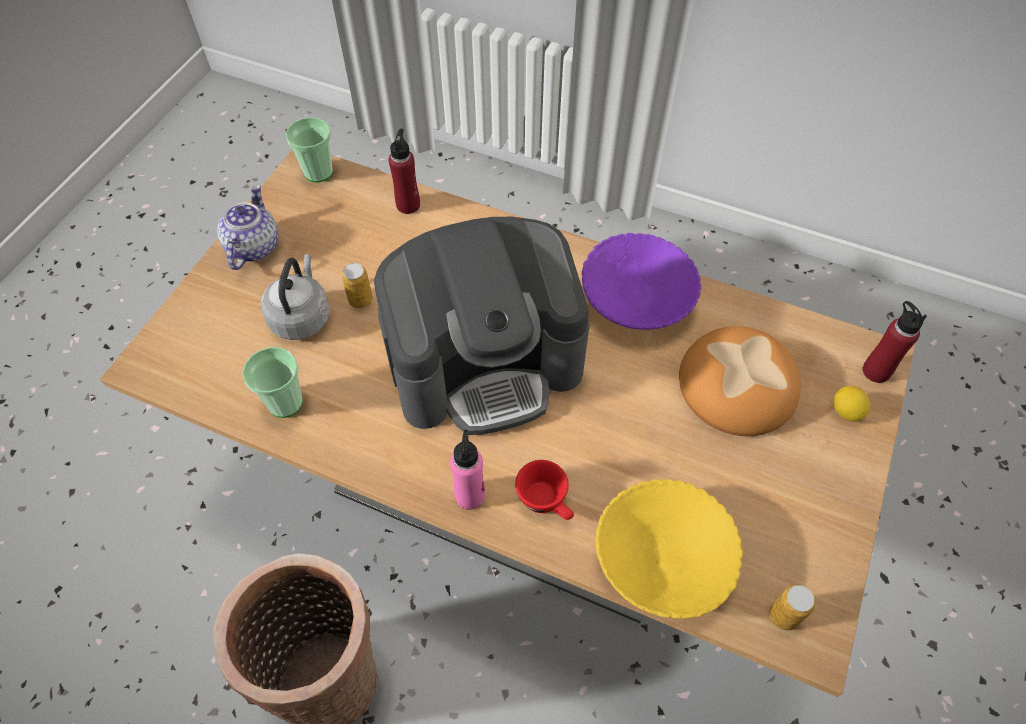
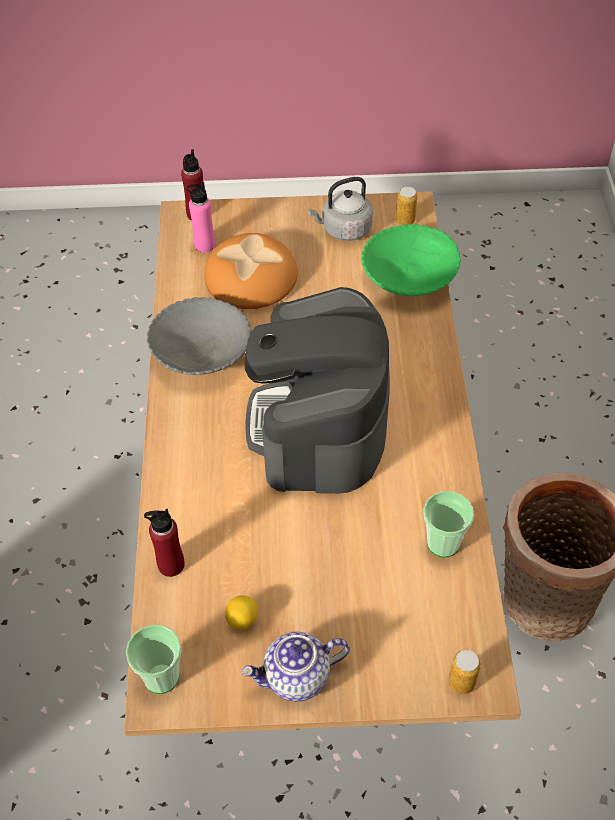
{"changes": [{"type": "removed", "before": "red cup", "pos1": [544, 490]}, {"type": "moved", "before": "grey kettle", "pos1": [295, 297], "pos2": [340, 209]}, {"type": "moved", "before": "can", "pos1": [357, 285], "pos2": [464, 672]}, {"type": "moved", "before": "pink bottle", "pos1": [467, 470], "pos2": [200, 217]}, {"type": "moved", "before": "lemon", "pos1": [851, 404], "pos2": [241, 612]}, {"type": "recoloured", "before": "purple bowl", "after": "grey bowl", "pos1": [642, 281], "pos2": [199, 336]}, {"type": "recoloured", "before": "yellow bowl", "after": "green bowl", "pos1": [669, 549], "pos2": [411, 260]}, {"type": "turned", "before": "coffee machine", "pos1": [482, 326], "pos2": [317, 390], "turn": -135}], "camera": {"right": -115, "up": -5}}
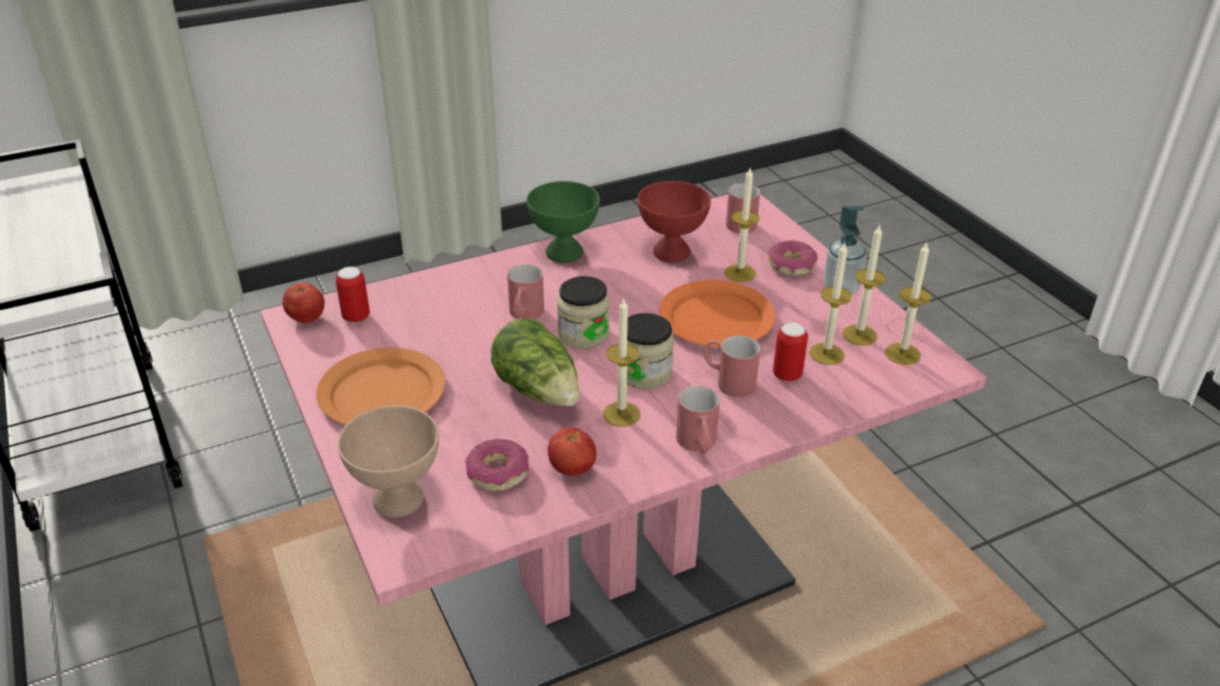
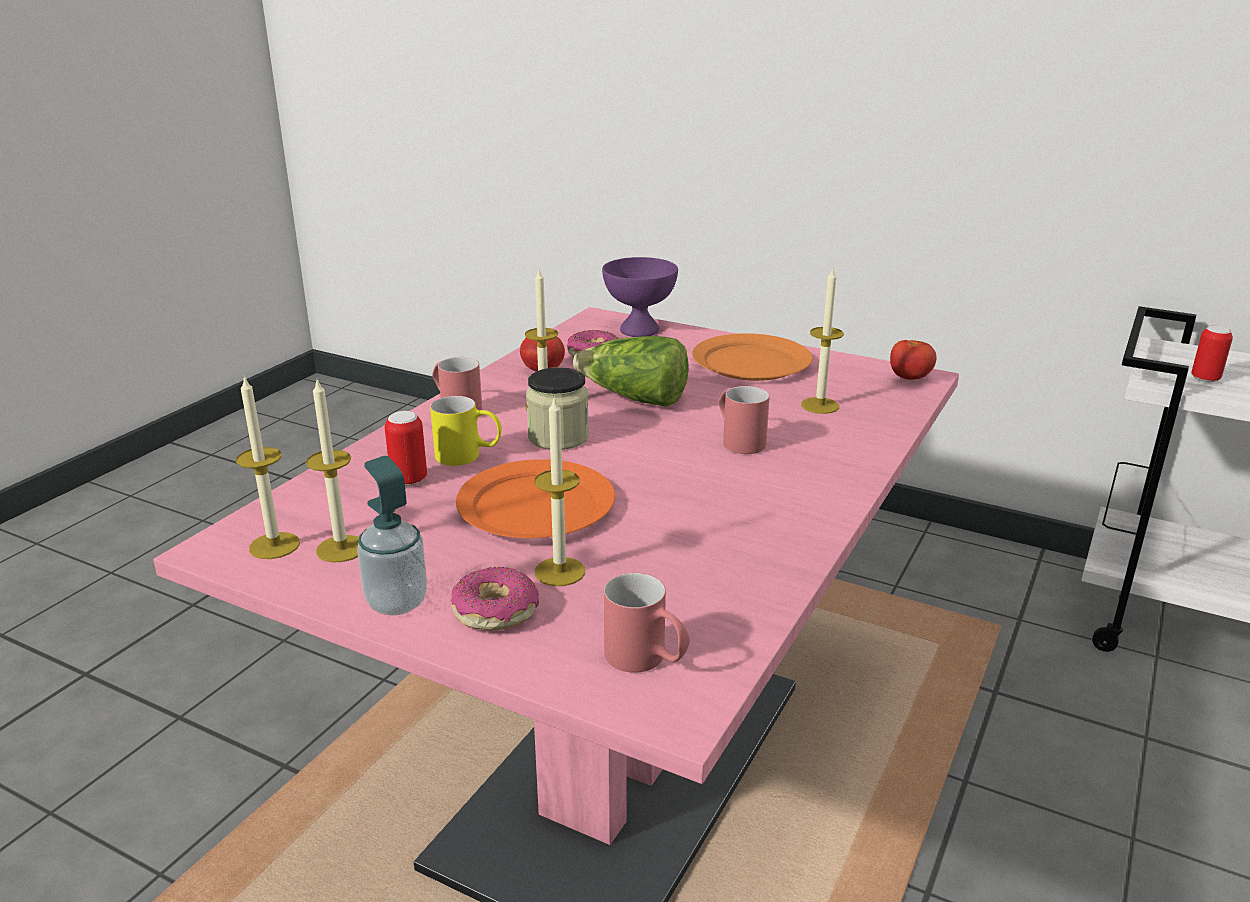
{"changes": [{"type": "removed", "before": "green bowl", "pos1": [563, 222]}, {"type": "removed", "before": "jar", "pos1": [583, 312]}, {"type": "removed", "before": "red bowl", "pos1": [674, 221]}, {"type": "moved", "before": "can", "pos1": [353, 295], "pos2": [1212, 354]}, {"type": "moved", "before": "candle", "pos1": [830, 303], "pos2": [822, 341]}, {"type": "recoloured", "before": "beige bowl", "after": "purple bowl", "pos1": [388, 462], "pos2": [640, 297]}, {"type": "recoloured", "before": "red mug", "after": "yellow mug", "pos1": [731, 366], "pos2": [466, 431]}], "camera": {"right": 145, "up": -10}}
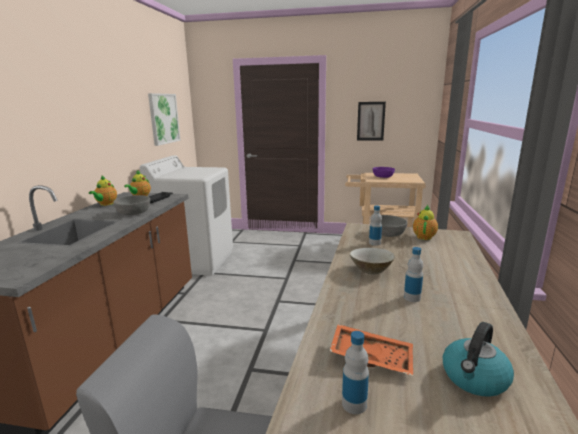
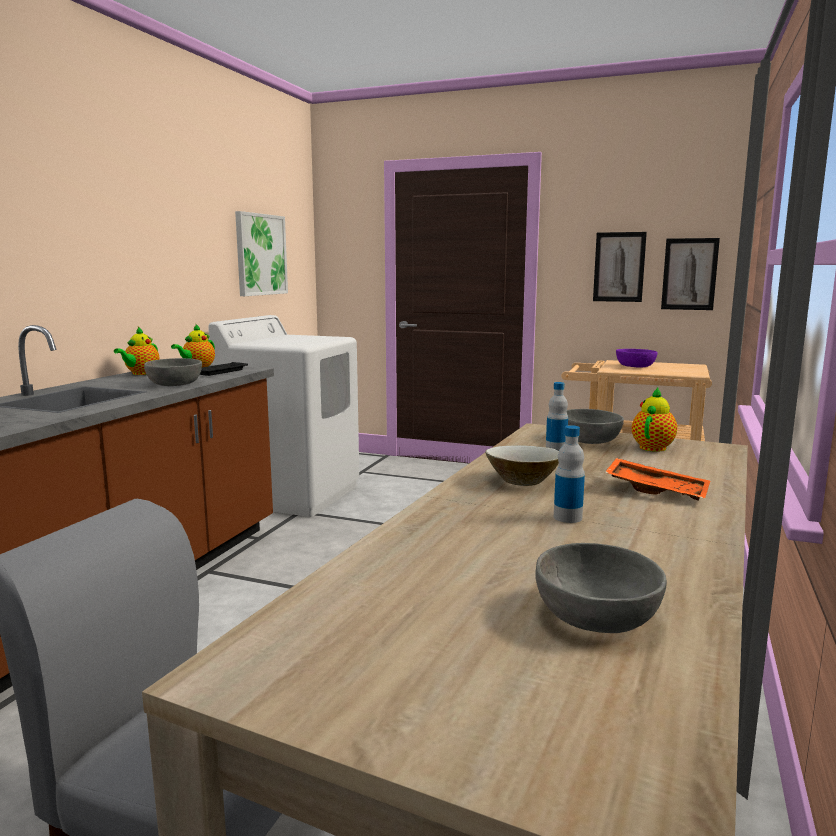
{"changes": [{"type": "removed", "before": "bottle", "pos1": [355, 372]}, {"type": "added", "after": "picture", "pos2": [690, 274]}, {"type": "moved", "before": "orange tray", "pos1": [371, 350], "pos2": [657, 479]}, {"type": "replaced", "before": "kettle", "after": "grey bowl", "pos1": [478, 359], "pos2": [601, 588]}], "camera": {"right": 10, "up": -5}}
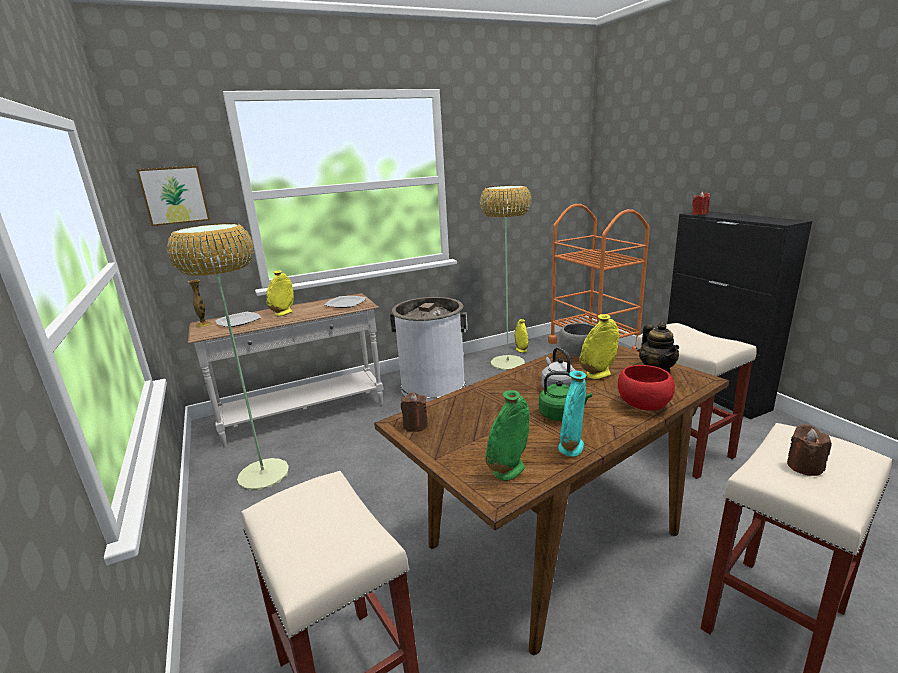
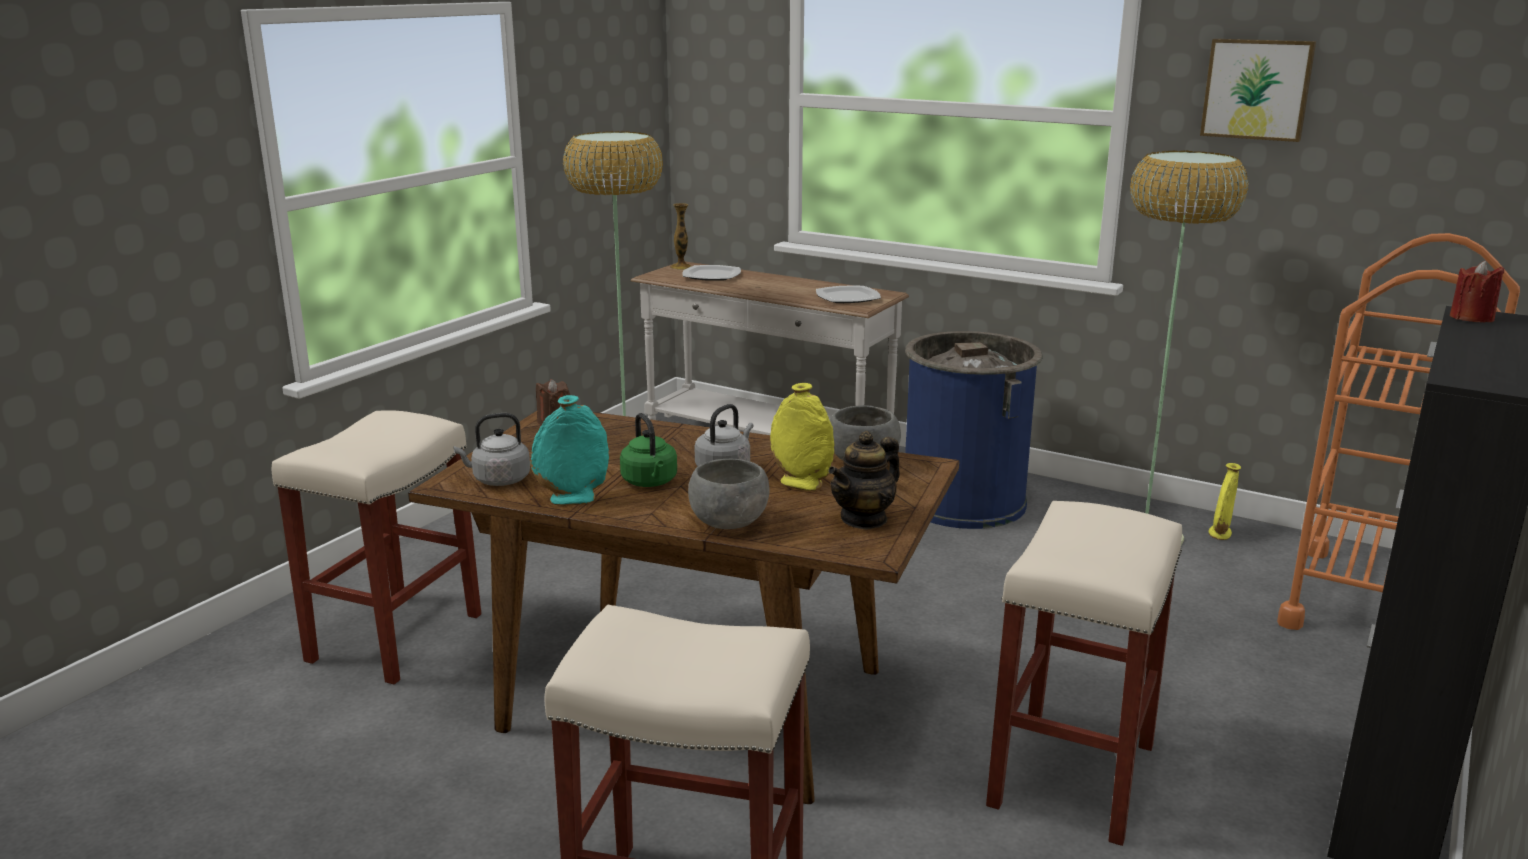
{"changes": [{"type": "removed", "before": "yellow vase", "pos1": [280, 293]}, {"type": "removed", "before": "brown candle", "pos1": [809, 450]}, {"type": "moved", "before": "picture", "pos1": [173, 196], "pos2": [1258, 90]}, {"type": "replaced", "before": "green vase", "after": "grey kettle", "pos1": [507, 435], "pos2": [491, 449]}, {"type": "recoloured", "before": "white trash can", "after": "blue trash can", "pos1": [428, 349], "pos2": [974, 430]}, {"type": "recoloured", "before": "red bowl", "after": "grey bowl", "pos1": [646, 388], "pos2": [729, 494]}], "camera": {"right": 55, "up": 0}}
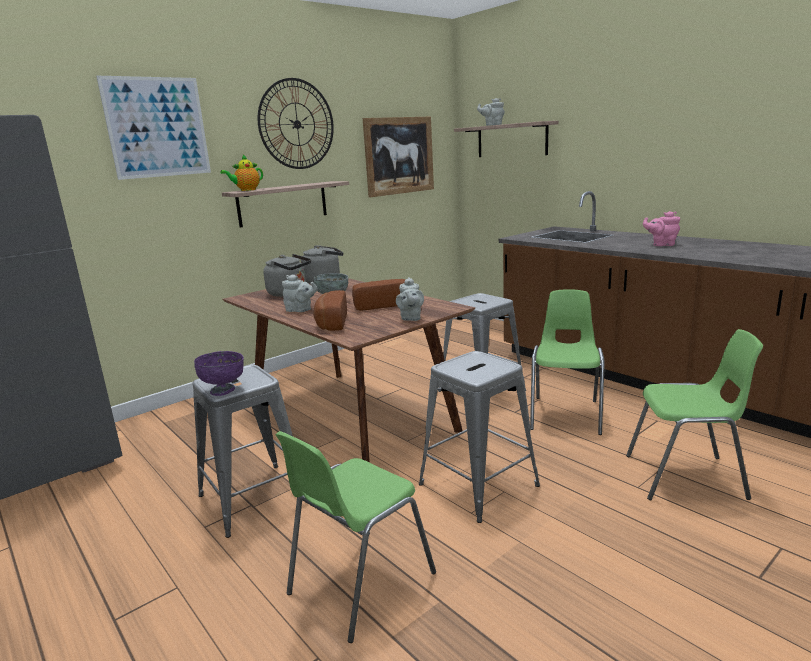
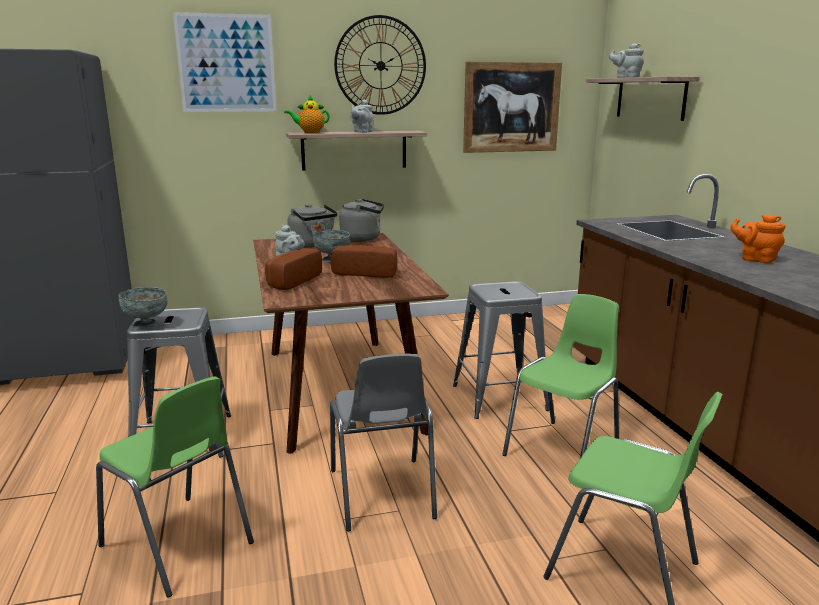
{"changes": [{"type": "moved", "before": "grey teapot", "pos1": [410, 299], "pos2": [362, 116]}, {"type": "replaced", "before": "grey stool", "after": "grey chair", "pos1": [479, 437], "pos2": [383, 443]}, {"type": "recoloured", "before": "purple bowl", "after": "grey bowl", "pos1": [219, 373], "pos2": [143, 308]}, {"type": "recoloured", "before": "pink teapot", "after": "orange teapot", "pos1": [661, 228], "pos2": [757, 238]}, {"type": "turned", "before": "green chair", "pos1": [355, 537], "pos2": [175, 487], "turn": -120}], "camera": {"right": 25, "up": 0}}
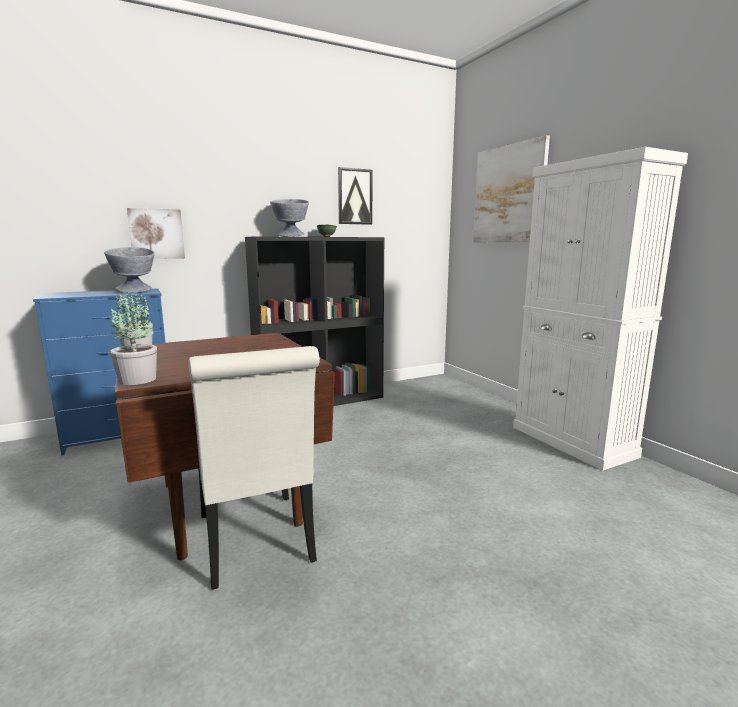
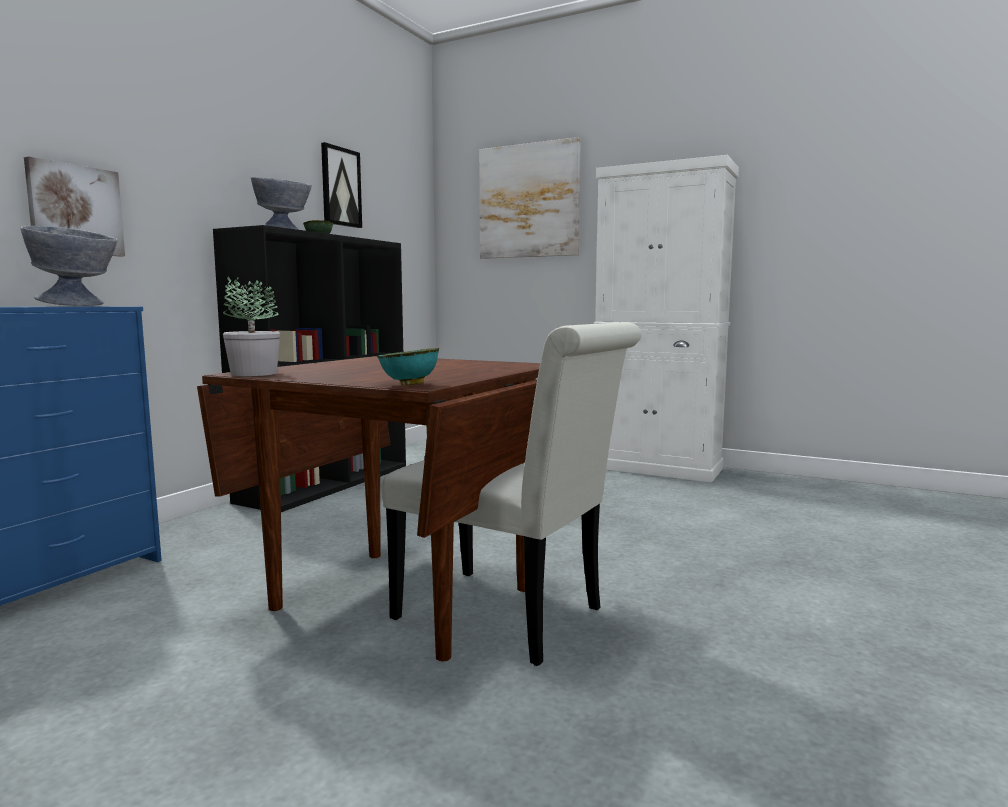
{"changes": [{"type": "replaced", "before": "potted plant", "after": "turquoise bowl", "pos1": [133, 346], "pos2": [408, 366]}], "camera": {"right": -35, "up": -5}}
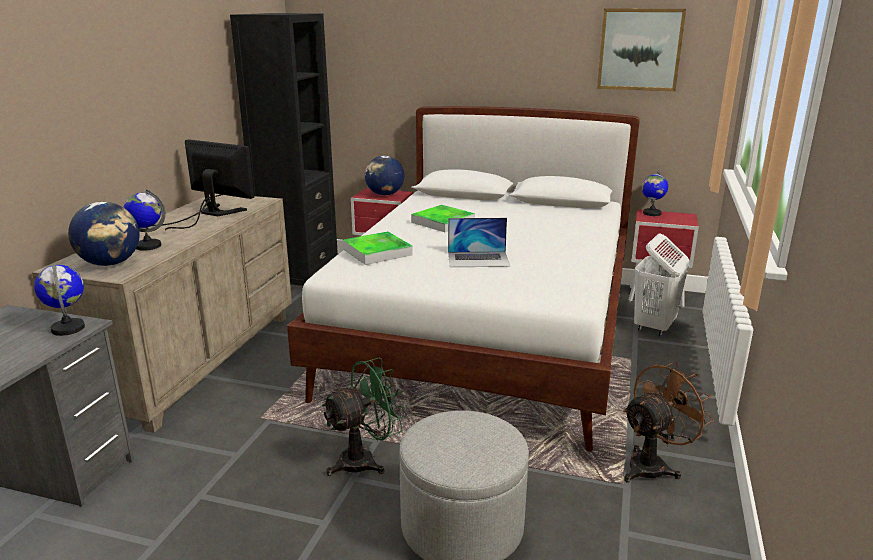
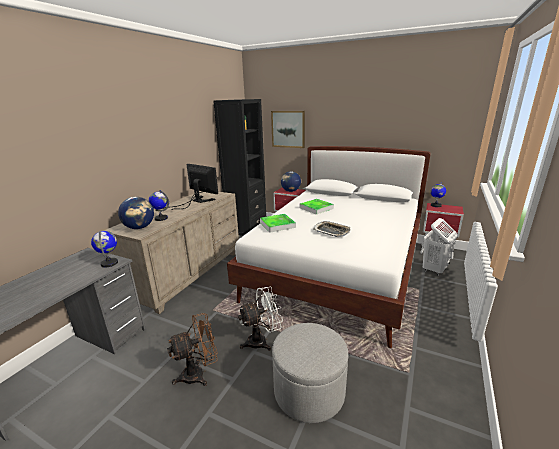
{"changes": [{"type": "moved", "before": "picture", "pos1": [641, 49], "pos2": [288, 129]}, {"type": "moved", "before": "brown fan", "pos1": [668, 421], "pos2": [192, 349]}, {"type": "replaced", "before": "laptop", "after": "tray", "pos1": [479, 242], "pos2": [332, 229]}, {"type": "recoloured", "before": "green fan", "after": "white fan", "pos1": [364, 416], "pos2": [260, 319]}], "camera": {"right": 10, "up": 0}}
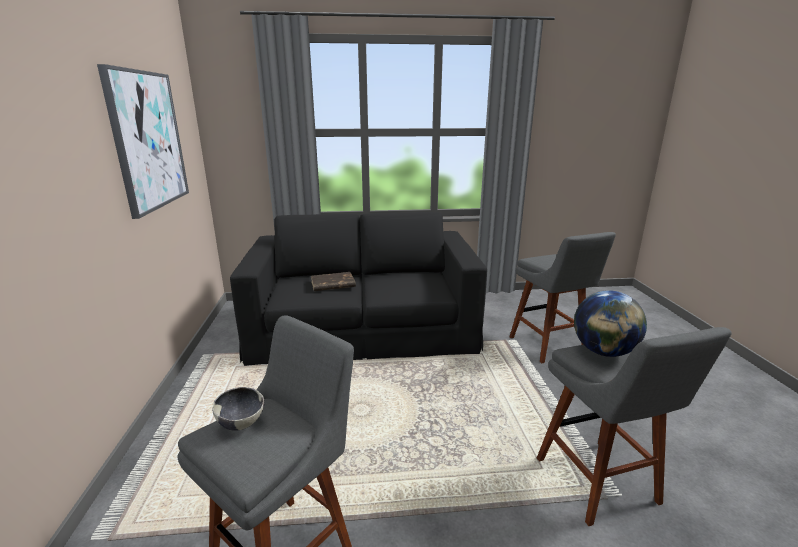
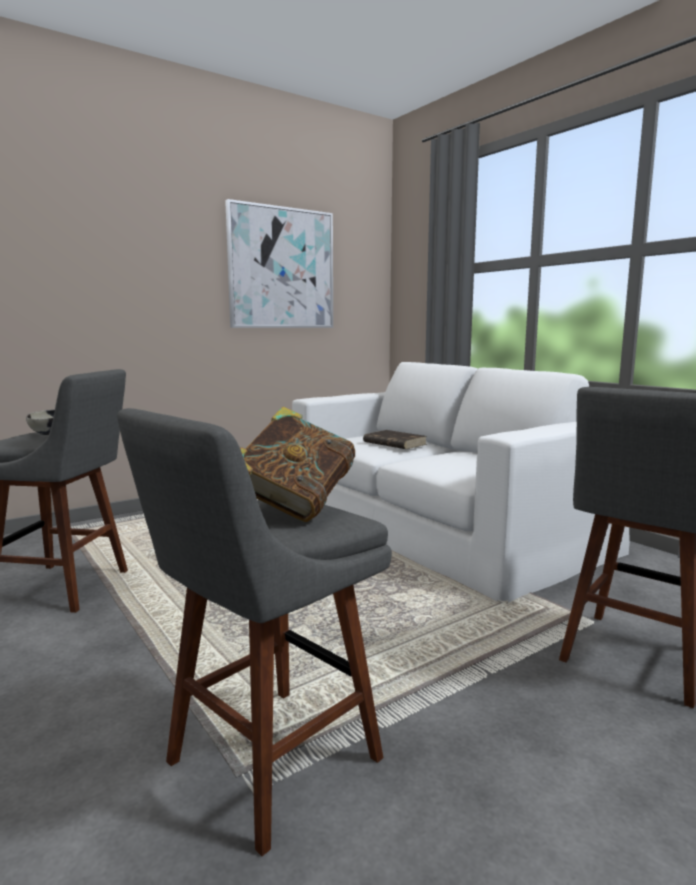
{"changes": [{"type": "replaced", "before": "globe", "after": "book", "pos1": [610, 323], "pos2": [297, 464]}, {"type": "recoloured", "before": "black sofa", "after": "white sofa", "pos1": [358, 289], "pos2": [461, 482]}], "camera": {"right": 60, "up": -10}}
